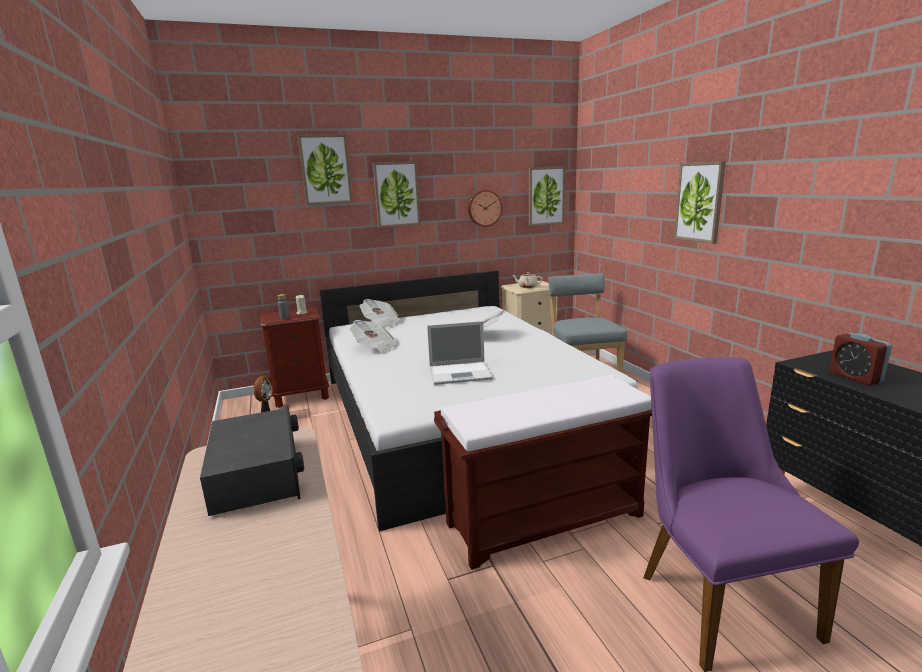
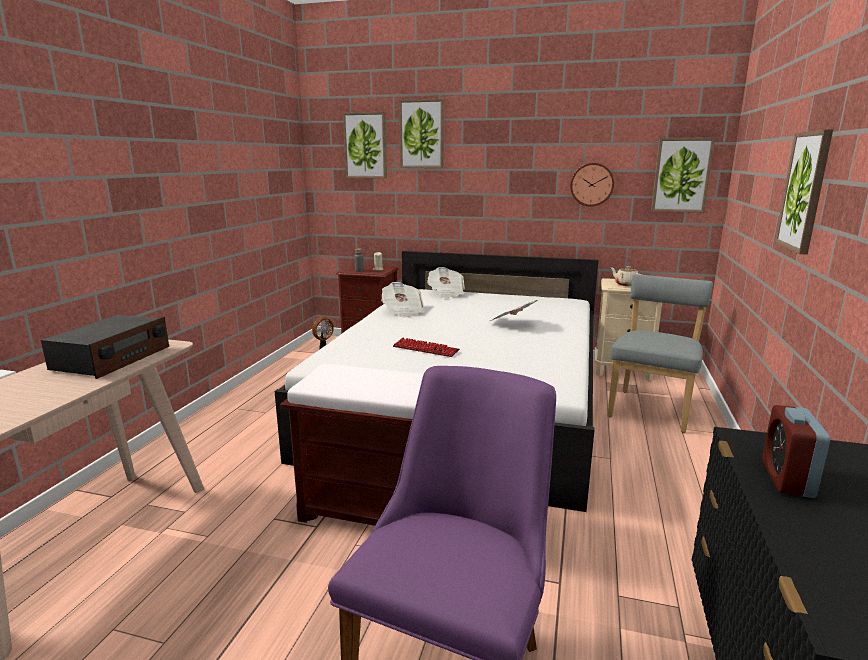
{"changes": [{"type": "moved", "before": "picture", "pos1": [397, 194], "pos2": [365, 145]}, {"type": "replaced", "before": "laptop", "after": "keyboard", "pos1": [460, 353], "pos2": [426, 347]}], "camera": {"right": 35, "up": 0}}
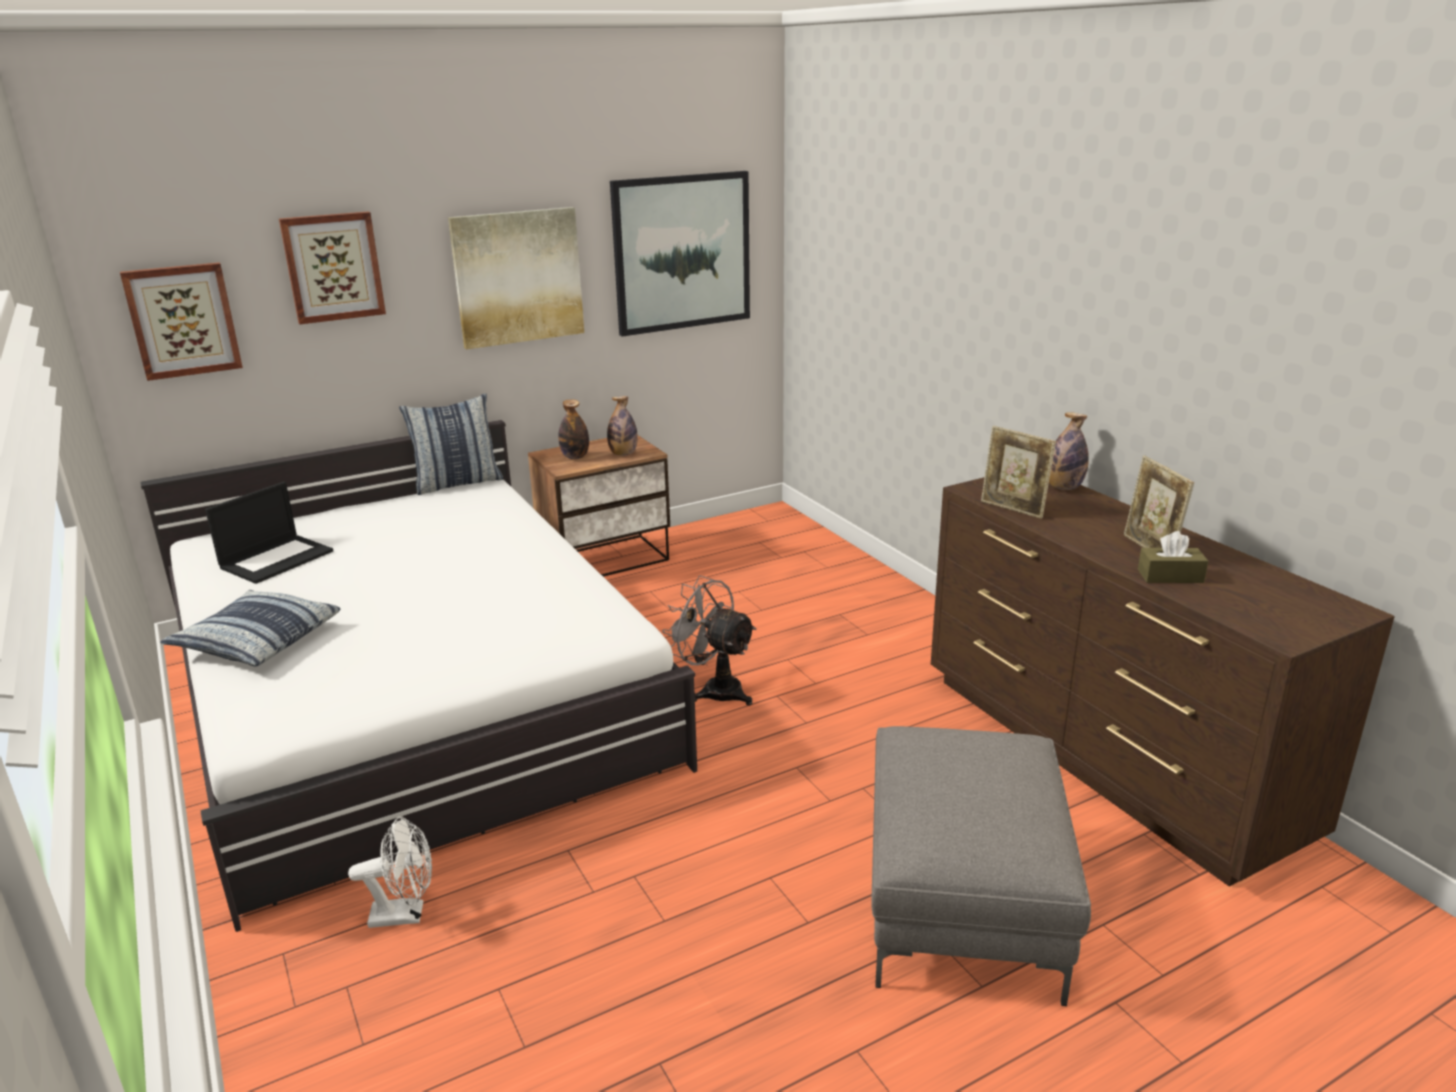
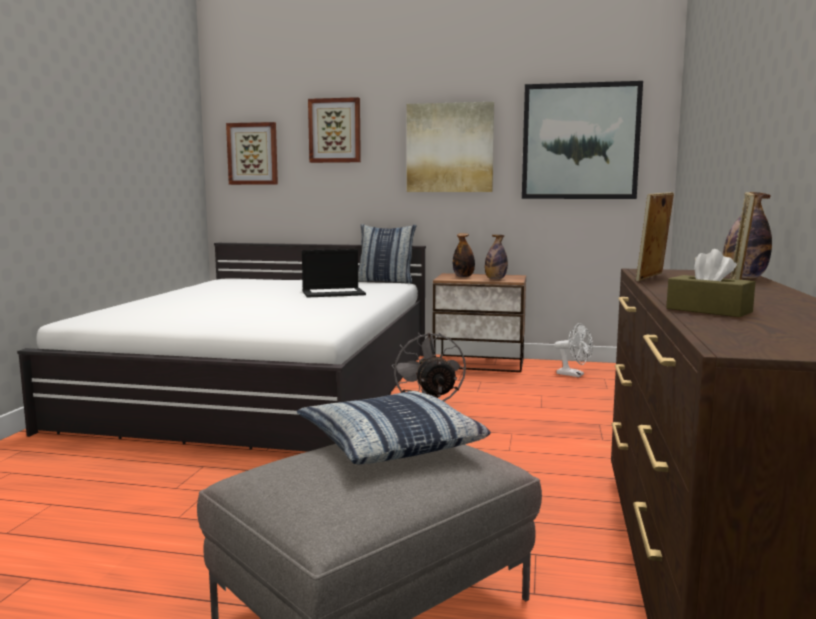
{"changes": [{"type": "moved", "before": "pillow", "pos1": [250, 628], "pos2": [394, 427]}, {"type": "moved", "before": "laptop", "pos1": [269, 533], "pos2": [334, 273]}, {"type": "moved", "before": "white fan", "pos1": [390, 872], "pos2": [573, 350]}, {"type": "turned", "before": "picture frame", "pos1": [1018, 472], "pos2": [655, 236], "turn": 45}], "camera": {"right": 40, "up": -15}}
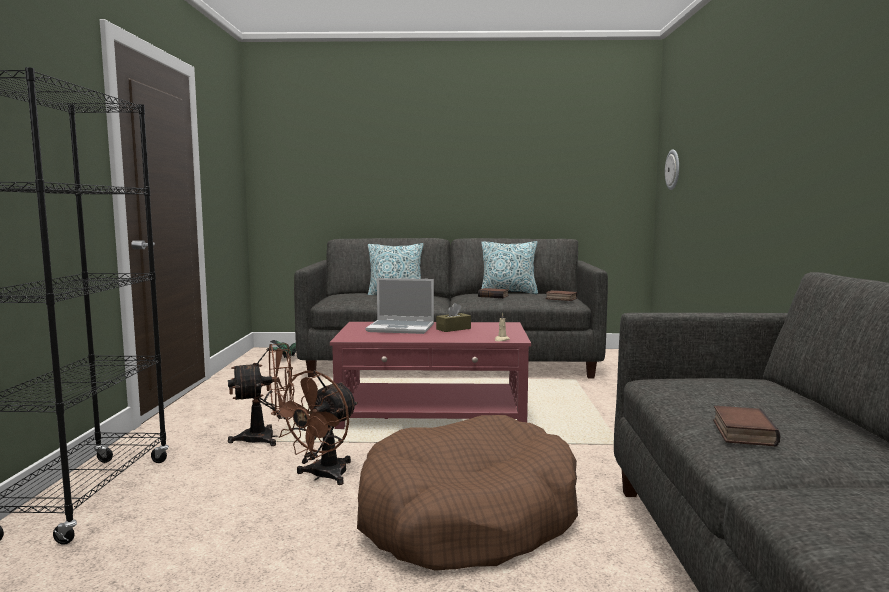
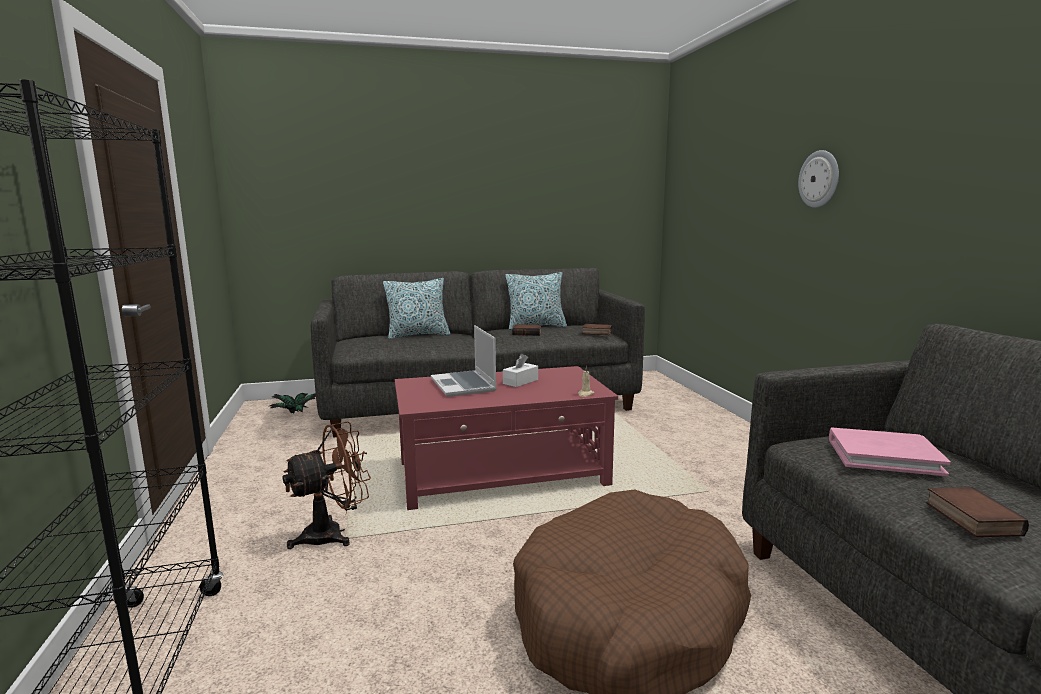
{"changes": [{"type": "removed", "before": "brown fan", "pos1": [314, 427]}, {"type": "added", "after": "pink book", "pos2": [890, 451]}, {"type": "moved", "before": "wall clock", "pos1": [672, 169], "pos2": [818, 179]}, {"type": "recoloured", "before": "brown tissue box", "after": "white tissue box", "pos1": [453, 317], "pos2": [520, 370]}, {"type": "turned", "before": "laptop", "pos1": [400, 306], "pos2": [464, 361], "turn": 75}], "camera": {"right": -15, "up": 5}}
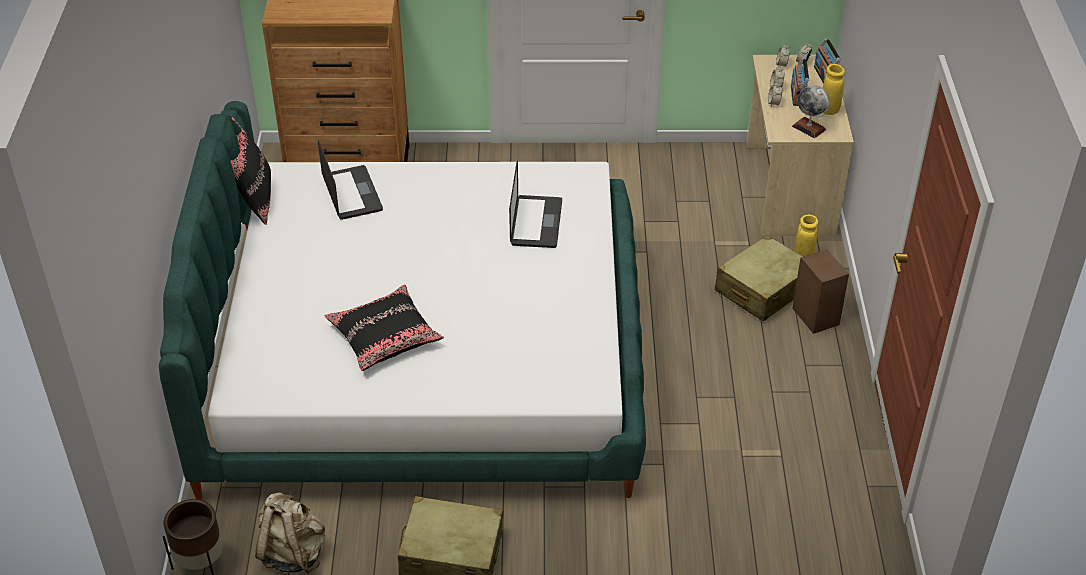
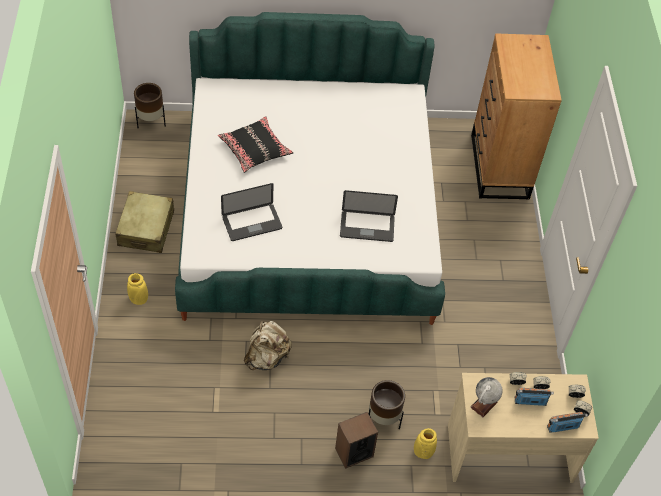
{"changes": [{"type": "removed", "before": "black pillow", "pos1": [250, 170]}, {"type": "moved", "before": "beige backpack", "pos1": [290, 533], "pos2": [268, 345]}, {"type": "moved", "before": "laptop", "pos1": [350, 180], "pos2": [251, 212]}, {"type": "moved", "before": "yellow vase", "pos1": [834, 89], "pos2": [137, 289]}, {"type": "replaced", "before": "beige suitcase", "after": "brown planter", "pos1": [759, 278], "pos2": [387, 404]}], "camera": {"right": 85, "up": 10}}
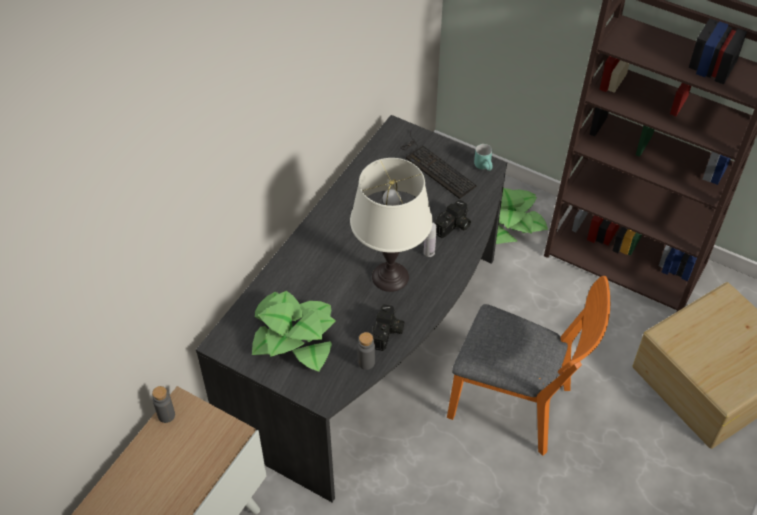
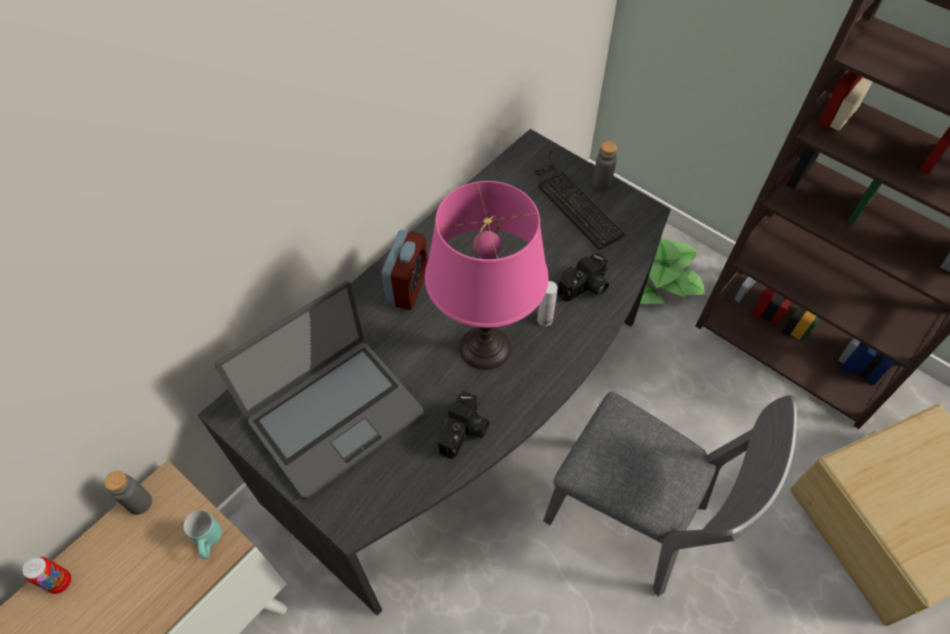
{"changes": [{"type": "added", "after": "can", "pos2": [47, 575]}, {"type": "added", "after": "alarm clock", "pos2": [404, 270]}, {"type": "moved", "before": "grey bottle", "pos1": [366, 351], "pos2": [605, 165]}, {"type": "moved", "before": "turquoise mug", "pos1": [483, 157], "pos2": [203, 534]}, {"type": "replaced", "before": "potted plant", "after": "laptop", "pos1": [294, 331], "pos2": [319, 390]}, {"type": "recoloured", "before": "white table lamp", "after": "pink table lamp", "pos1": [391, 225], "pos2": [486, 275]}, {"type": "recoloured", "before": "orange chair", "after": "grey chair", "pos1": [528, 366], "pos2": [670, 494]}], "camera": {"right": 10, "up": 5}}
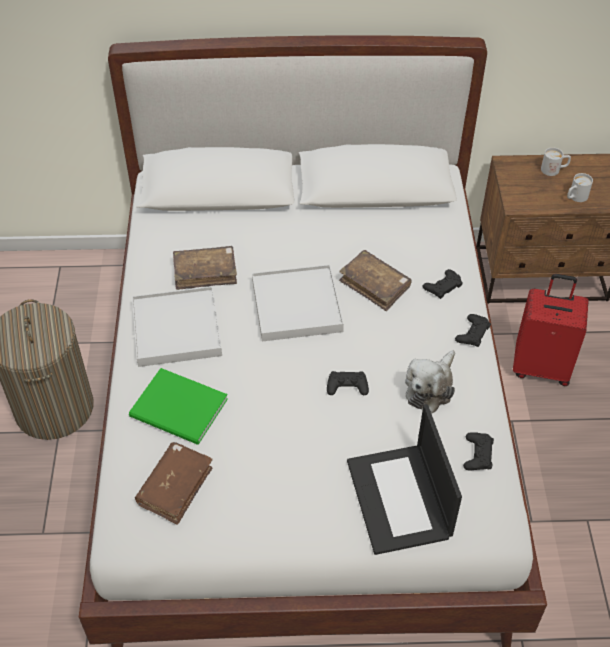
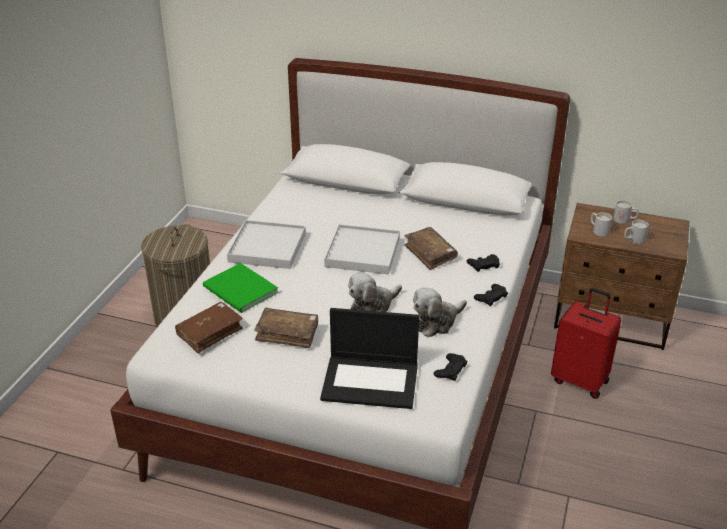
{"changes": [{"type": "added", "after": "white mug", "pos2": [601, 224]}, {"type": "moved", "before": "brown book", "pos1": [205, 268], "pos2": [286, 328]}, {"type": "replaced", "before": "black game controller", "after": "plush toy", "pos1": [348, 383], "pos2": [375, 292]}, {"type": "turned", "before": "laptop", "pos1": [404, 479], "pos2": [369, 358], "turn": -90}], "camera": {"right": 20, "up": -15}}
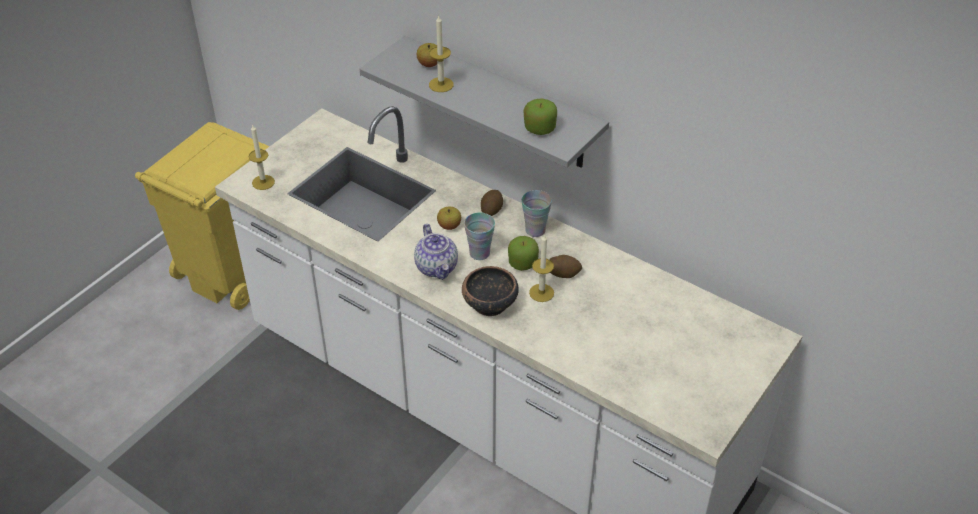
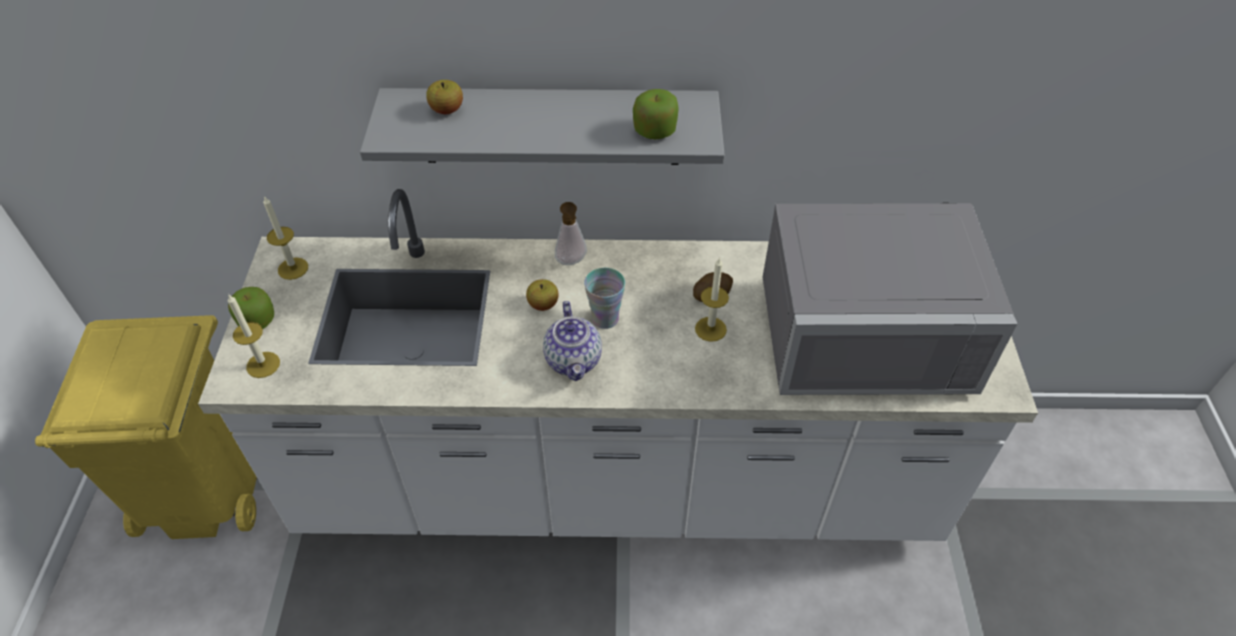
{"changes": [{"type": "removed", "before": "bowl", "pos1": [490, 291]}, {"type": "removed", "before": "cup", "pos1": [537, 213]}, {"type": "added", "after": "grey microwave", "pos2": [890, 298]}, {"type": "moved", "before": "candle", "pos1": [441, 54], "pos2": [285, 238]}, {"type": "moved", "before": "apple", "pos1": [523, 253], "pos2": [251, 308]}, {"type": "replaced", "before": "potato", "after": "soap dispenser", "pos1": [492, 203], "pos2": [571, 233]}, {"type": "turned", "before": "teapot", "pos1": [436, 252], "pos2": [572, 341], "turn": 45}], "camera": {"right": -35, "up": 5}}
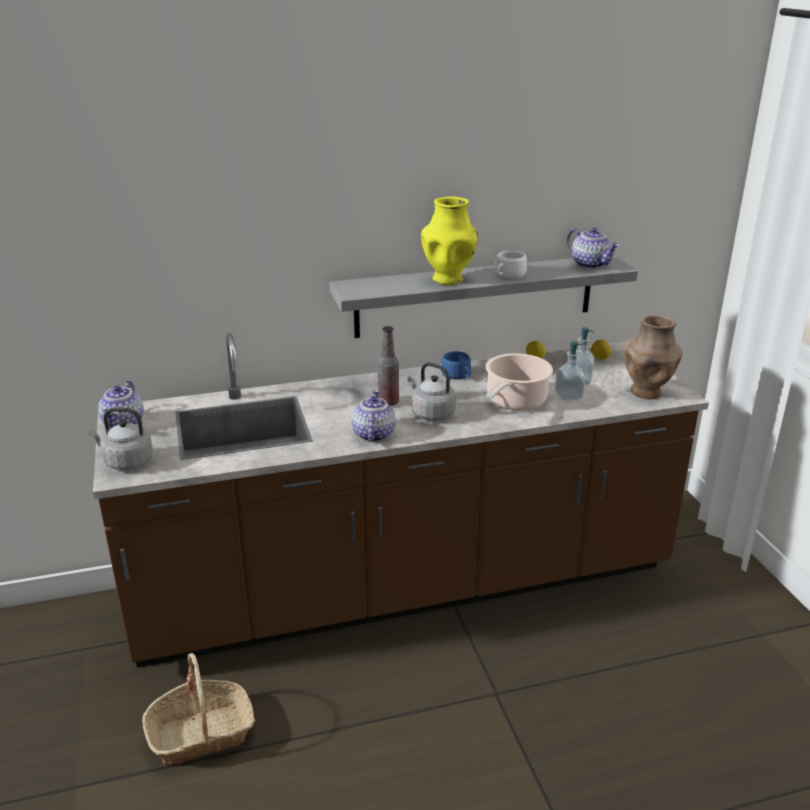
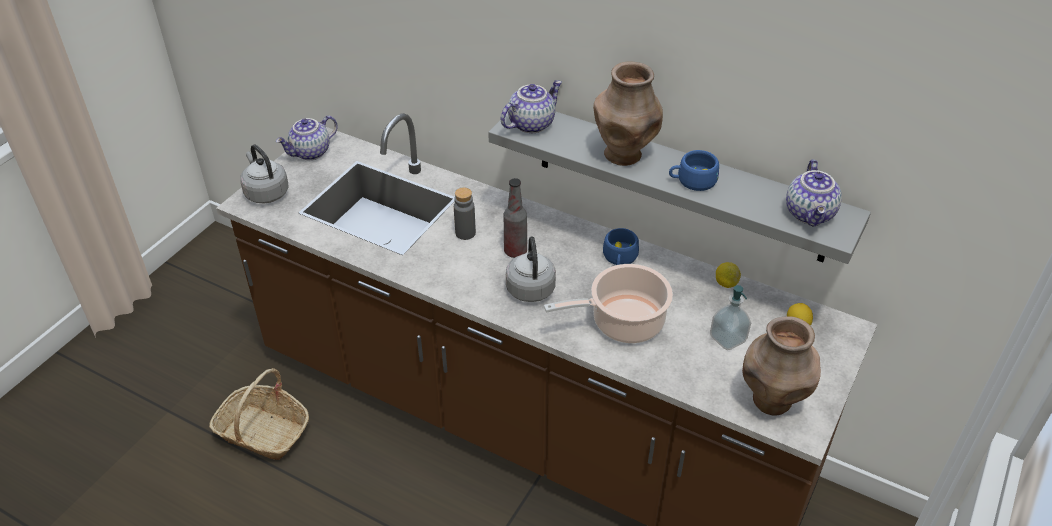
{"changes": [{"type": "removed", "before": "soap dispenser", "pos1": [570, 371]}, {"type": "added", "after": "grey bottle", "pos2": [465, 214]}, {"type": "moved", "before": "teapot", "pos1": [374, 416], "pos2": [531, 106]}, {"type": "recoloured", "before": "yellow vase", "after": "brown vase", "pos1": [449, 240], "pos2": [628, 113]}, {"type": "recoloured", "before": "white cup", "after": "blue cup", "pos1": [511, 264], "pos2": [694, 170]}], "camera": {"right": 45, "up": 15}}
